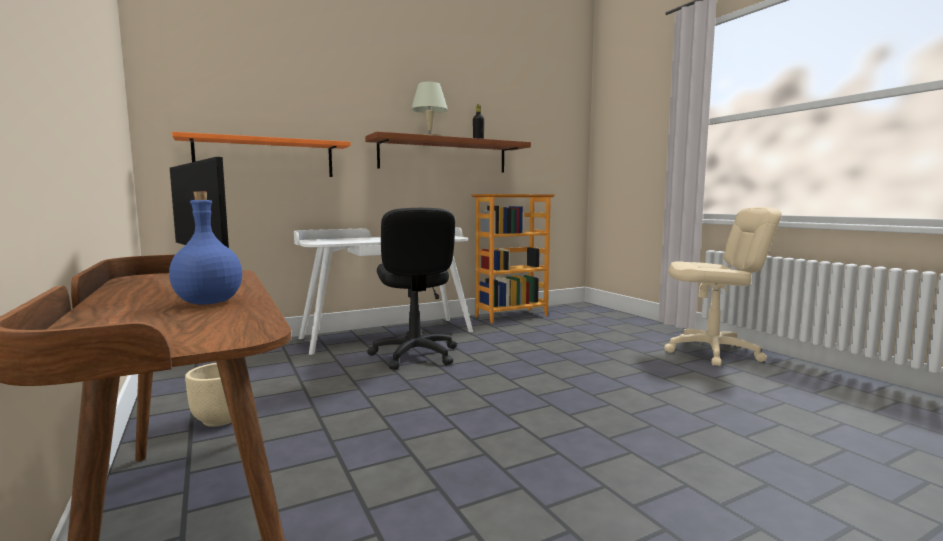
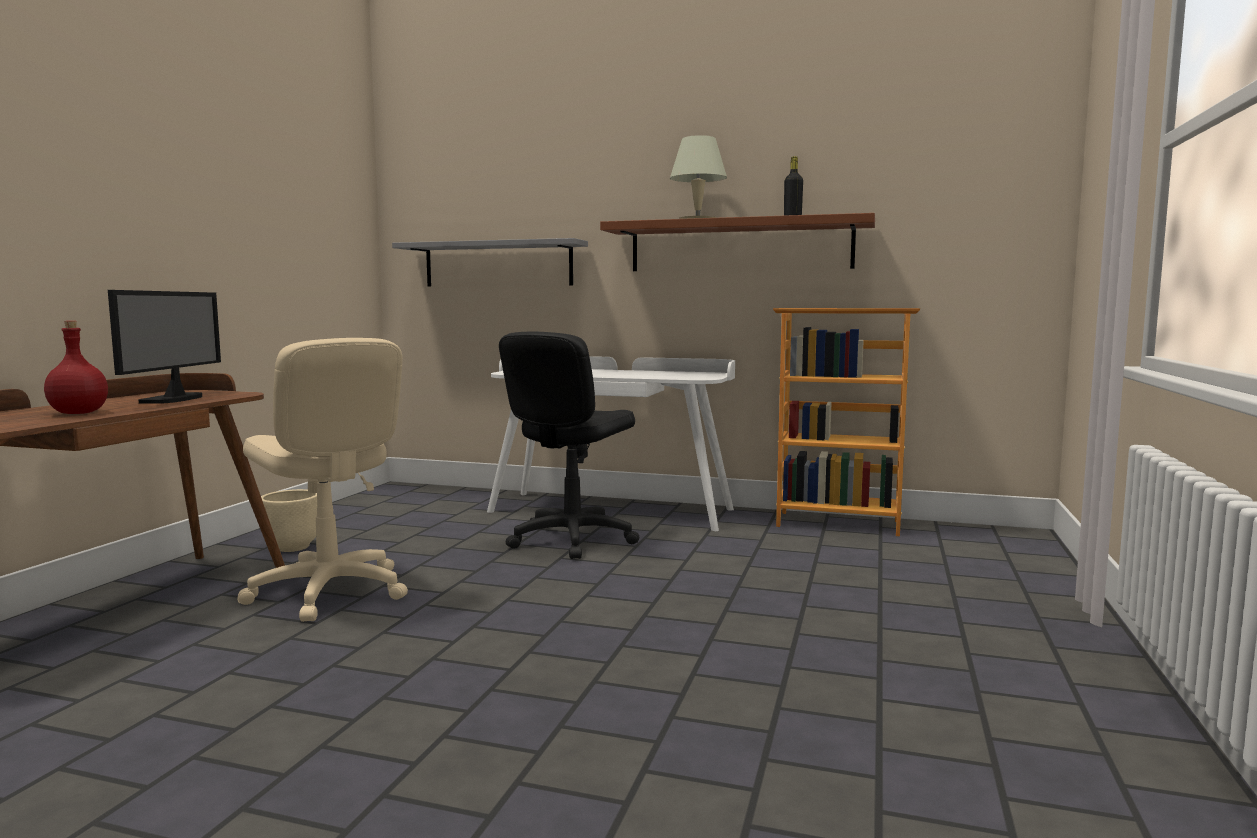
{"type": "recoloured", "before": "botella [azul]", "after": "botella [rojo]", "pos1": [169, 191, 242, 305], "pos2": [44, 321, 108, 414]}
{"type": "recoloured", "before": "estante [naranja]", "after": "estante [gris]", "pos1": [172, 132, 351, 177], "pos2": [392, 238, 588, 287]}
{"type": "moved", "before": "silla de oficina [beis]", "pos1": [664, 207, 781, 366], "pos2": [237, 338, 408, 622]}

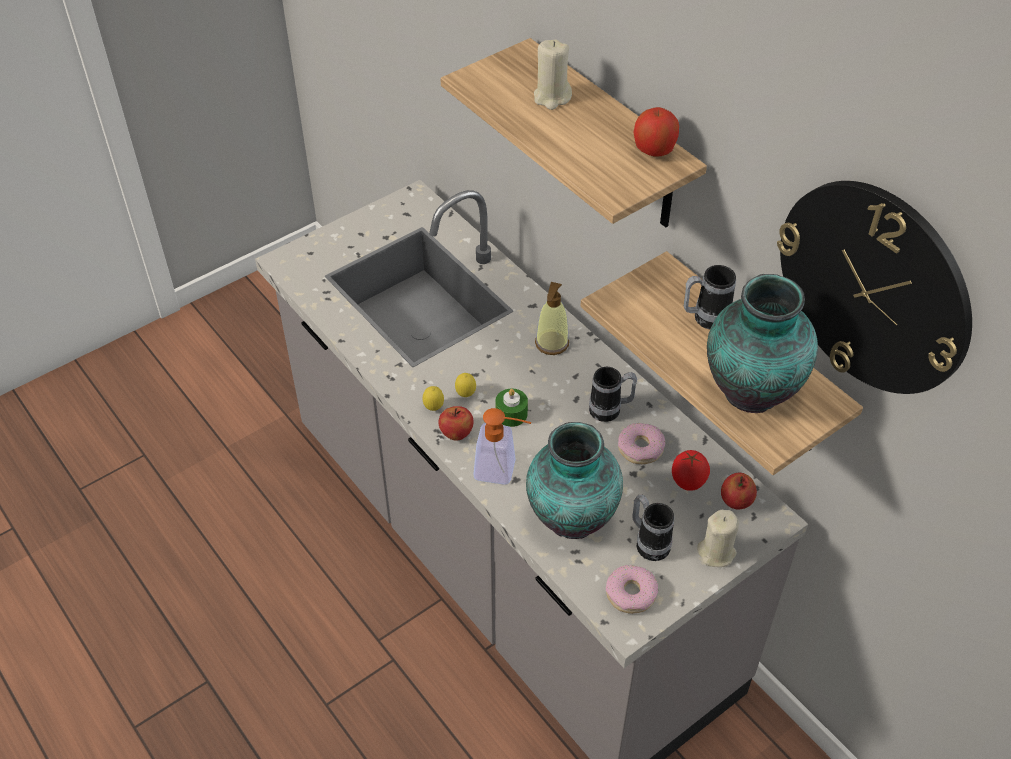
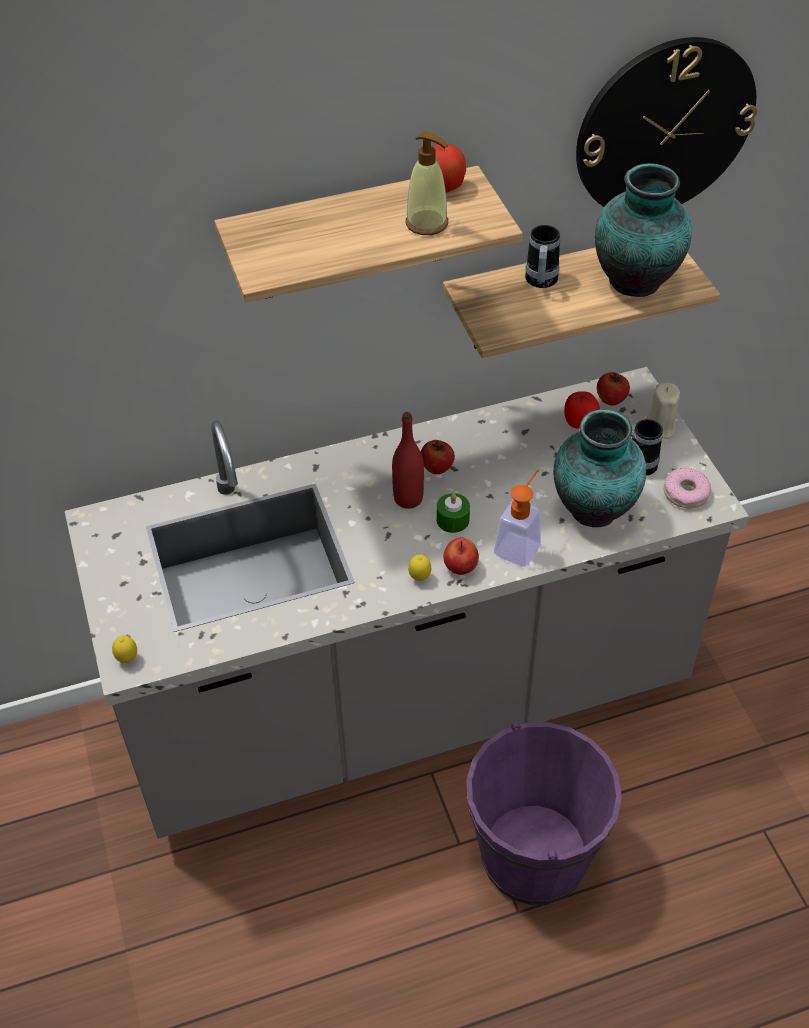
{"type": "moved", "before": "limón", "pos1": [455, 373, 476, 397], "pos2": [112, 636, 137, 663]}
{"type": "removed", "before": "vela [beis]", "pos1": [534, 40, 572, 110]}
{"type": "moved", "before": "dispensador de jabón", "pos1": [535, 282, 569, 355], "pos2": [406, 131, 448, 235]}
{"type": "removed", "before": "taza grande", "pos1": [589, 367, 637, 422]}
{"type": "removed", "before": "rosquilla", "pos1": [618, 423, 665, 464]}
{"type": "added", "after": "botella [rojo]", "pos2": [392, 412, 424, 509]}
{"type": "added", "after": "manzana", "pos2": [421, 440, 455, 474]}
{"type": "added", "after": "cubo [morado]", "pos2": [466, 722, 622, 905]}

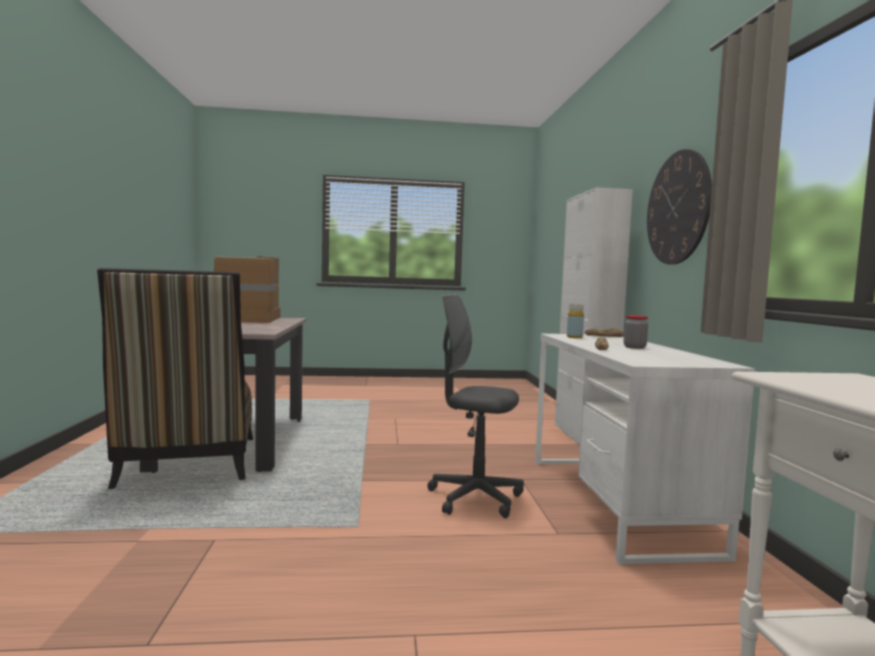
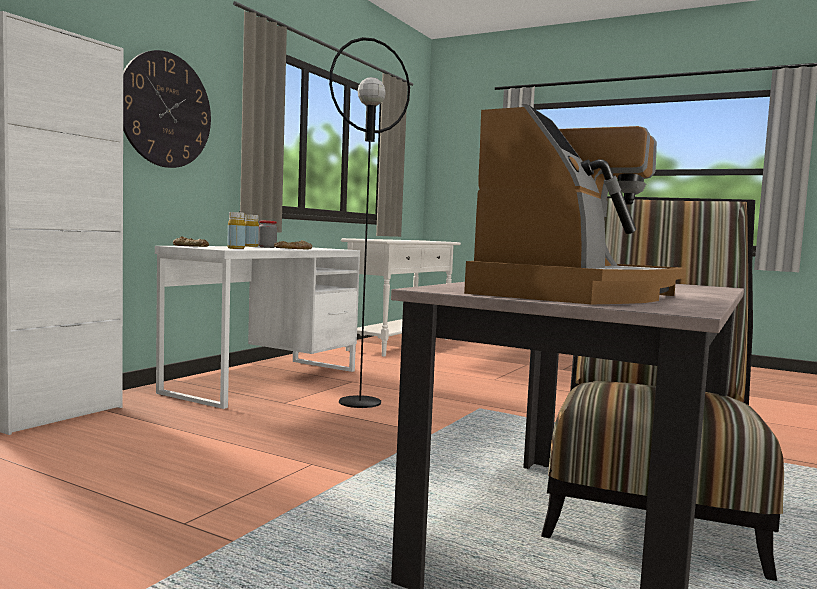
{"type": "replaced", "before": "silla de oficina [gris]", "after": "lámpara de pie [negro]", "pos1": [428, 295, 524, 518], "pos2": [329, 37, 410, 408]}
{"type": "added", "after": "botella [amarillo]", "pos2": [245, 215, 259, 247]}

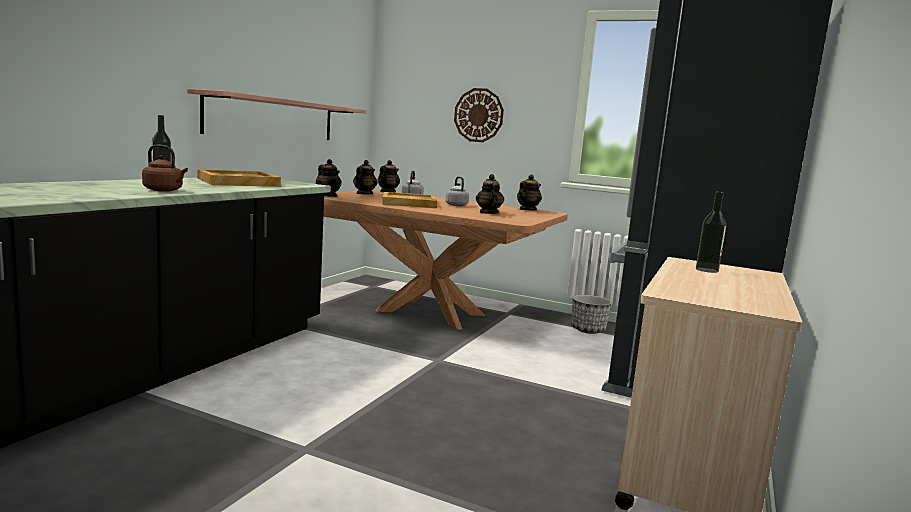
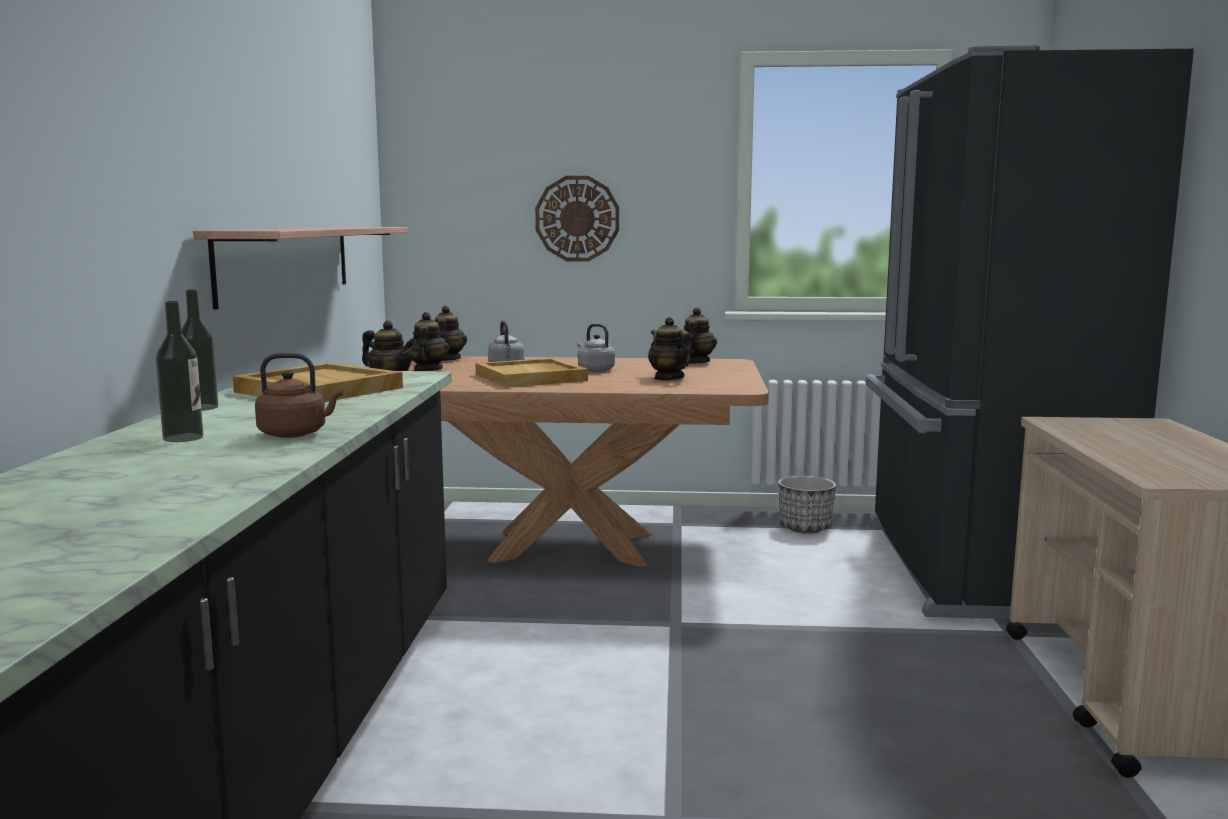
{"type": "moved", "before": "botella", "pos1": [696, 191, 726, 273], "pos2": [156, 301, 203, 442]}

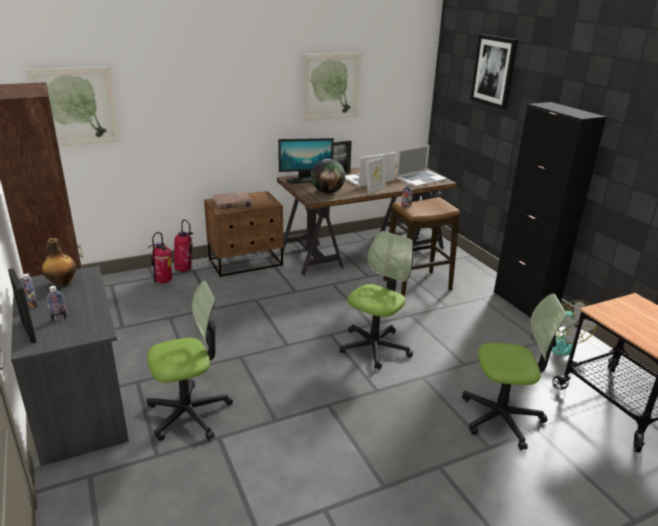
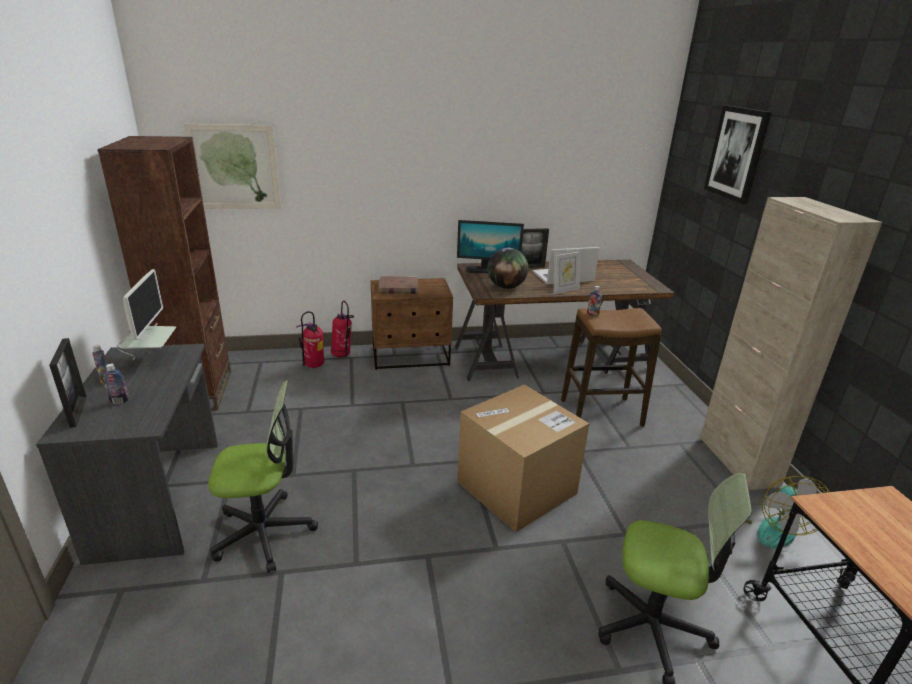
{"type": "replaced", "before": "botella", "after": "monitor", "pos1": [42, 238, 76, 287], "pos2": [117, 269, 176, 360]}
{"type": "removed", "before": "cuadro", "pos1": [302, 53, 362, 121]}
{"type": "replaced", "before": "silla de oficina", "after": "caja de cartón", "pos1": [339, 231, 413, 370], "pos2": [457, 385, 590, 532]}
{"type": "removed", "before": "portátil", "pos1": [396, 145, 447, 187]}
{"type": "recoloured", "before": "armario [negro]", "after": "armario [beis]", "pos1": [494, 102, 606, 318], "pos2": [700, 197, 882, 490]}

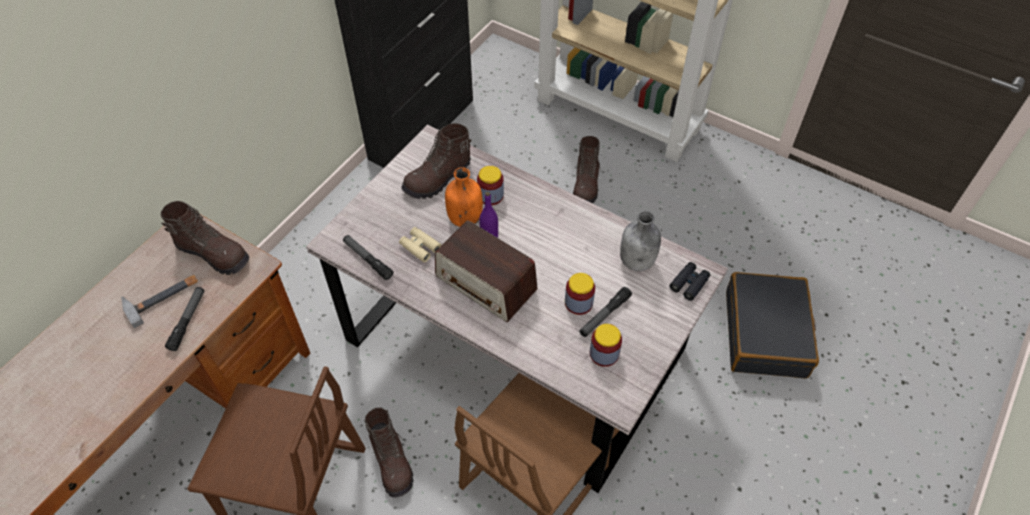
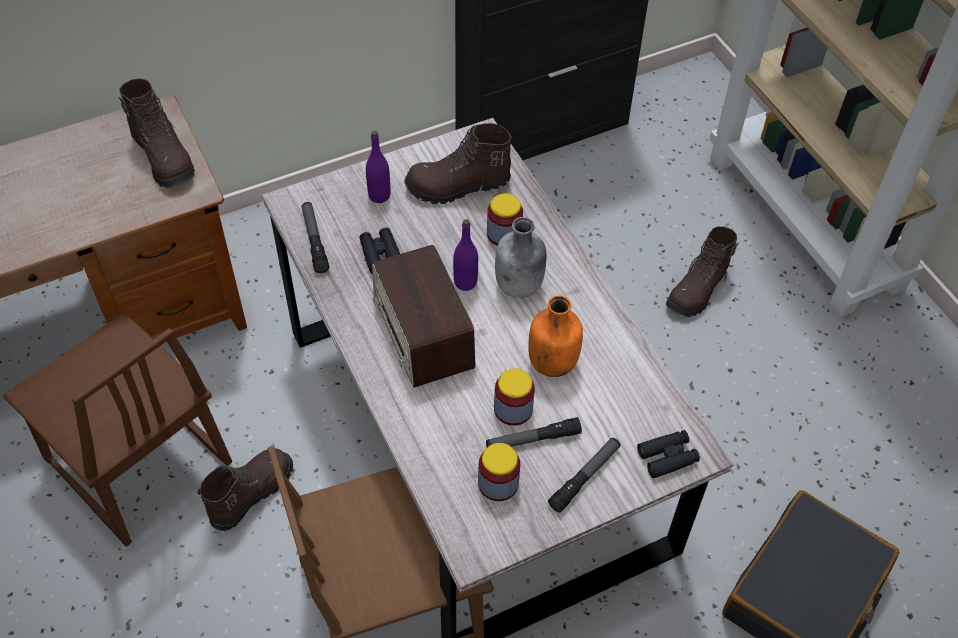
{"type": "removed", "before": "martillo", "pos1": [121, 275, 198, 328]}
{"type": "moved", "before": "linterna", "pos1": [165, 287, 204, 351], "pos2": [548, 438, 620, 513]}
{"type": "turned", "before": "bota [marrón]", "pos1": [364, 408, 413, 498], "pos2": [197, 448, 293, 531], "turn": -150}
{"type": "recoloured", "before": "prismáticos [beis]", "after": "prismáticos [negro]", "pos1": [399, 227, 441, 263], "pos2": [359, 228, 400, 274]}
{"type": "moved", "before": "botella [naranja]", "pos1": [445, 167, 483, 227], "pos2": [528, 296, 583, 377]}
{"type": "moved", "before": "botella [gris]", "pos1": [620, 211, 661, 271], "pos2": [495, 217, 546, 298]}
{"type": "added", "after": "botella [morado]", "pos2": [366, 131, 390, 203]}

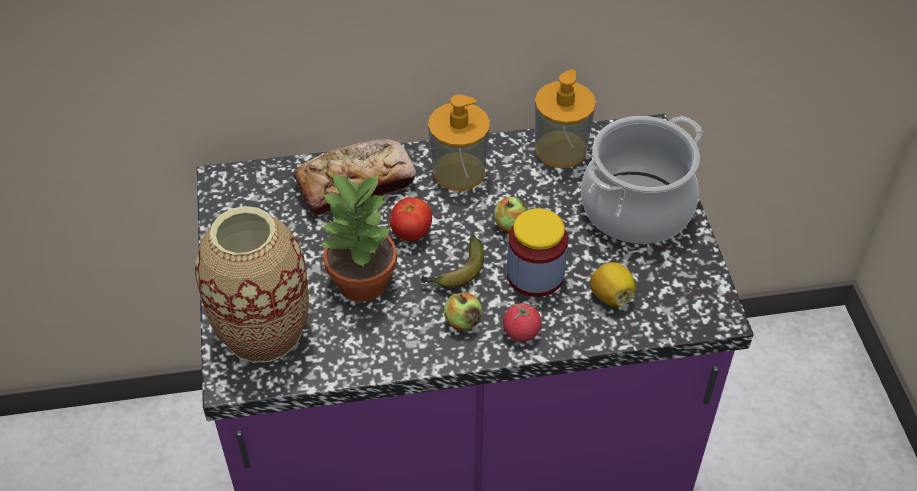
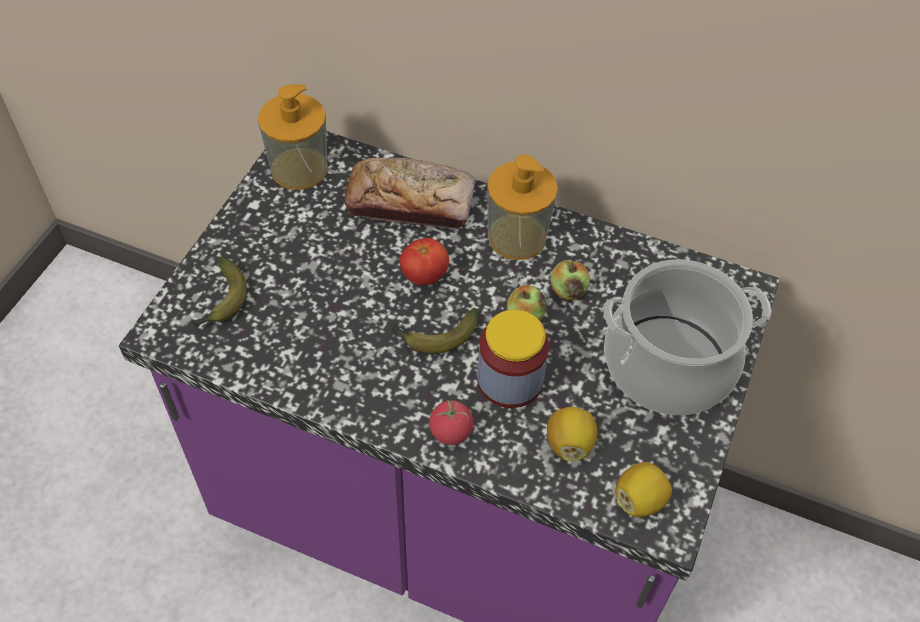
{"type": "replaced", "before": "florero", "after": "plátano", "pos1": [195, 206, 309, 363], "pos2": [192, 257, 247, 327]}
{"type": "removed", "before": "planta en maceta", "pos1": [319, 172, 397, 302]}
{"type": "moved", "before": "manzana", "pos1": [444, 292, 482, 330], "pos2": [550, 260, 590, 301]}
{"type": "moved", "before": "dispensador de jabón", "pos1": [535, 69, 596, 168], "pos2": [258, 85, 328, 190]}
{"type": "added", "after": "limón", "pos2": [615, 462, 672, 517]}

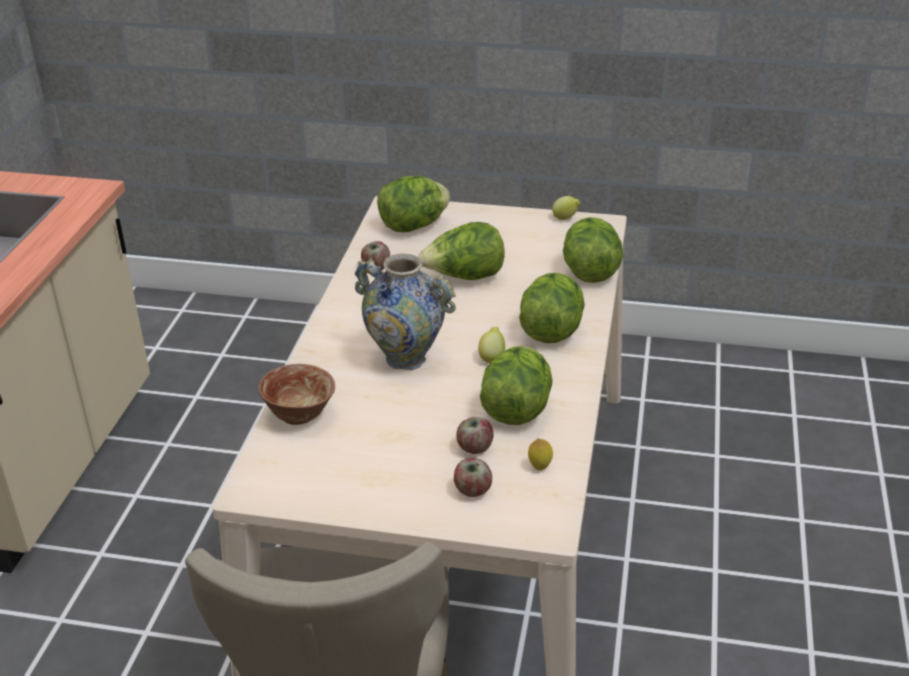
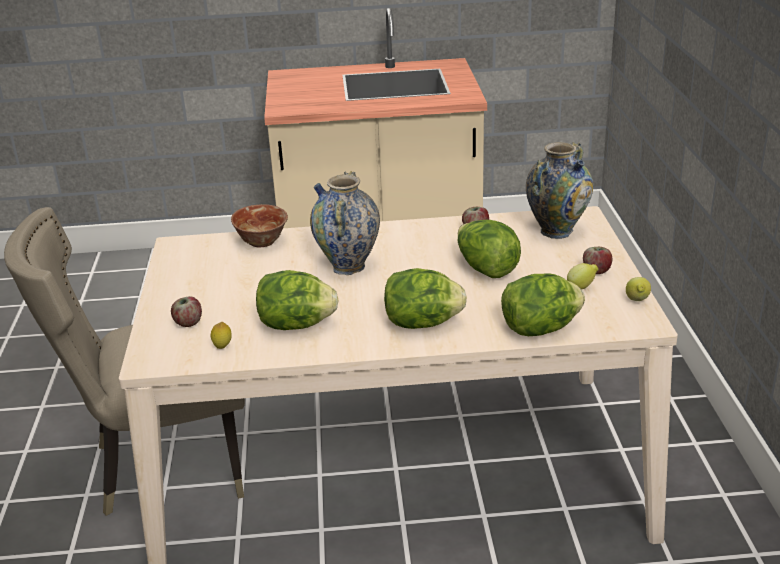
{"type": "replaced", "before": "lechuga", "after": "florero", "pos1": [377, 176, 450, 232], "pos2": [526, 142, 593, 239]}
{"type": "moved", "before": "manzana", "pos1": [456, 417, 494, 454], "pos2": [583, 247, 612, 274]}
{"type": "moved", "before": "limón", "pos1": [478, 327, 505, 364], "pos2": [567, 263, 598, 289]}

